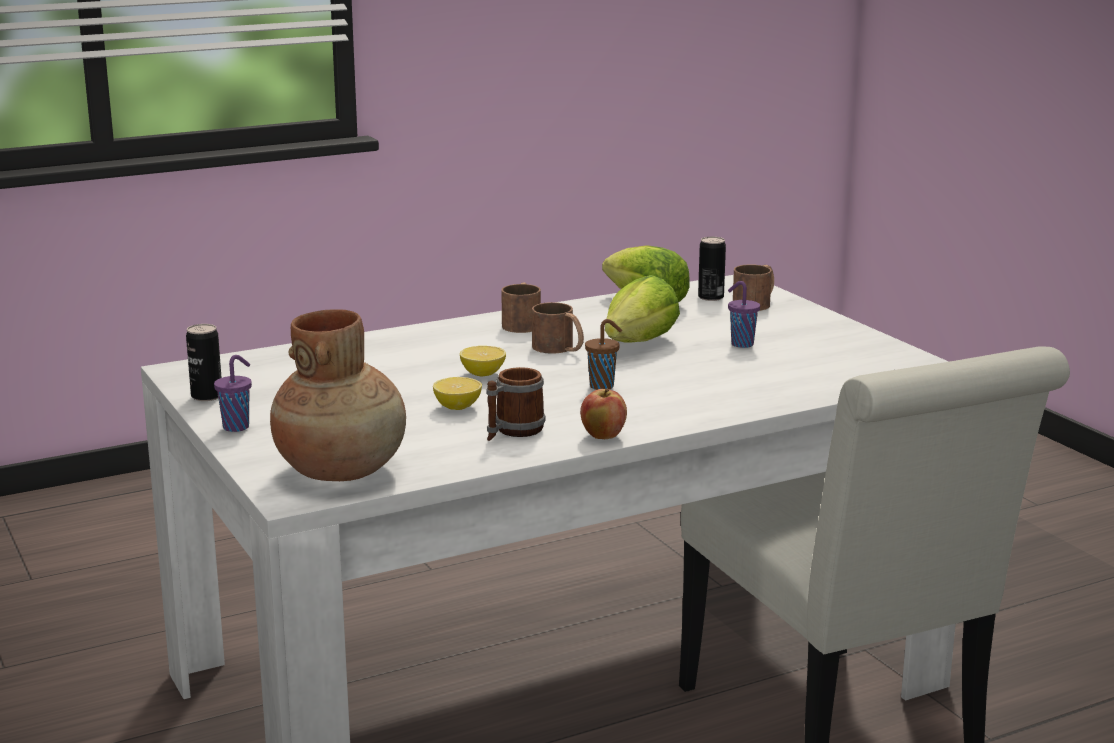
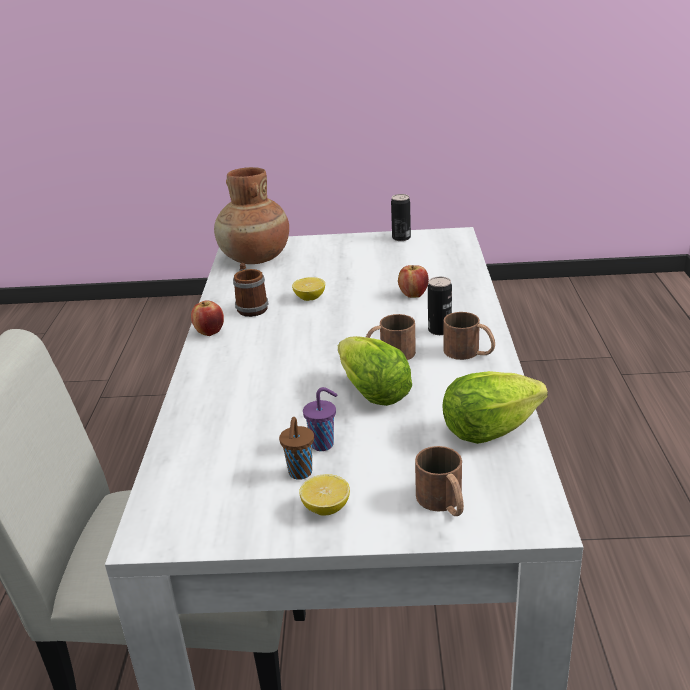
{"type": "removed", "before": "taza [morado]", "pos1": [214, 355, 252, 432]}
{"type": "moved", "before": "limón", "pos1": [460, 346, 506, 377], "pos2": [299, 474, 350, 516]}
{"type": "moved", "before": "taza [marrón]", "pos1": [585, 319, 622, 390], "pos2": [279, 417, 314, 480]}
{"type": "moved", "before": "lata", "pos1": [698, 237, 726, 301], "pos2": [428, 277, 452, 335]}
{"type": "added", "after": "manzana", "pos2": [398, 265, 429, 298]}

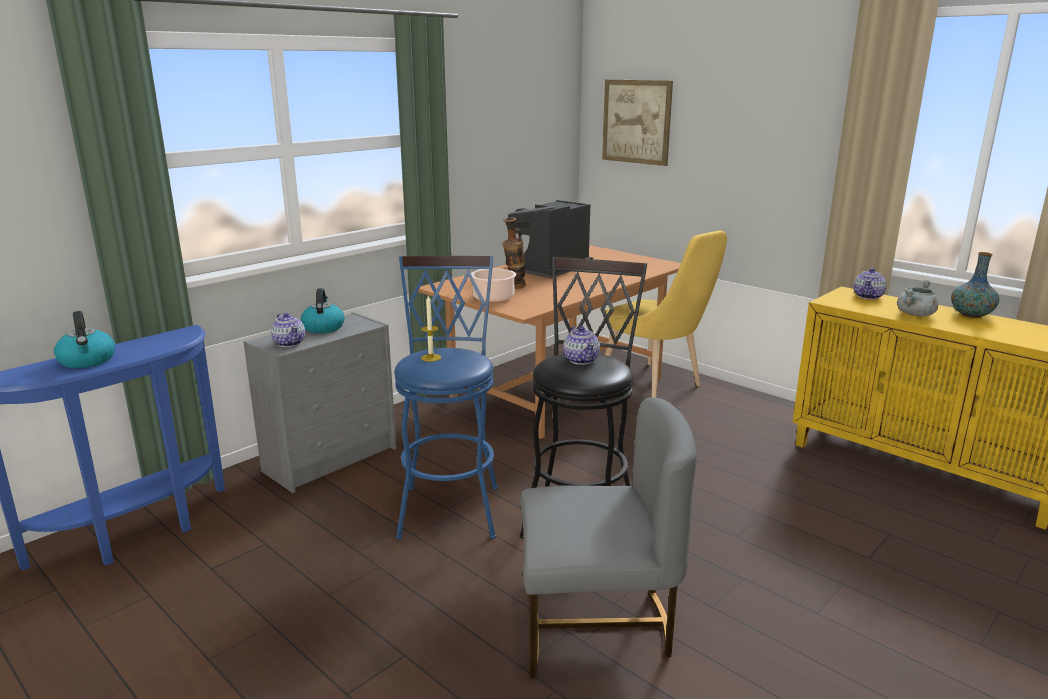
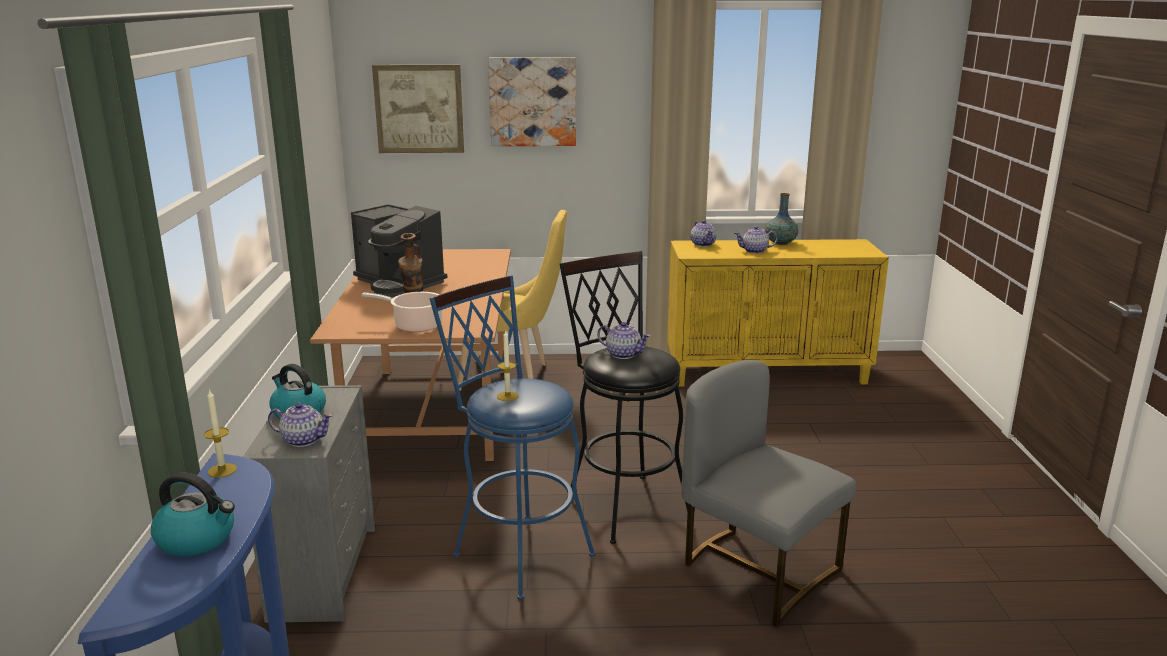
{"type": "turned", "before": "cafetera", "pos1": [506, 200, 593, 278], "pos2": [351, 204, 447, 297], "turn": -45}
{"type": "turned", "before": "silla [gris]", "pos1": [520, 397, 697, 678], "pos2": [681, 360, 856, 627], "turn": -90}
{"type": "replaced", "before": "olla [gris]", "after": "tetera", "pos1": [897, 280, 938, 317], "pos2": [735, 226, 778, 254]}
{"type": "added", "after": "vela", "pos2": [204, 389, 237, 478]}
{"type": "added", "after": "cuadro", "pos2": [488, 57, 576, 146]}

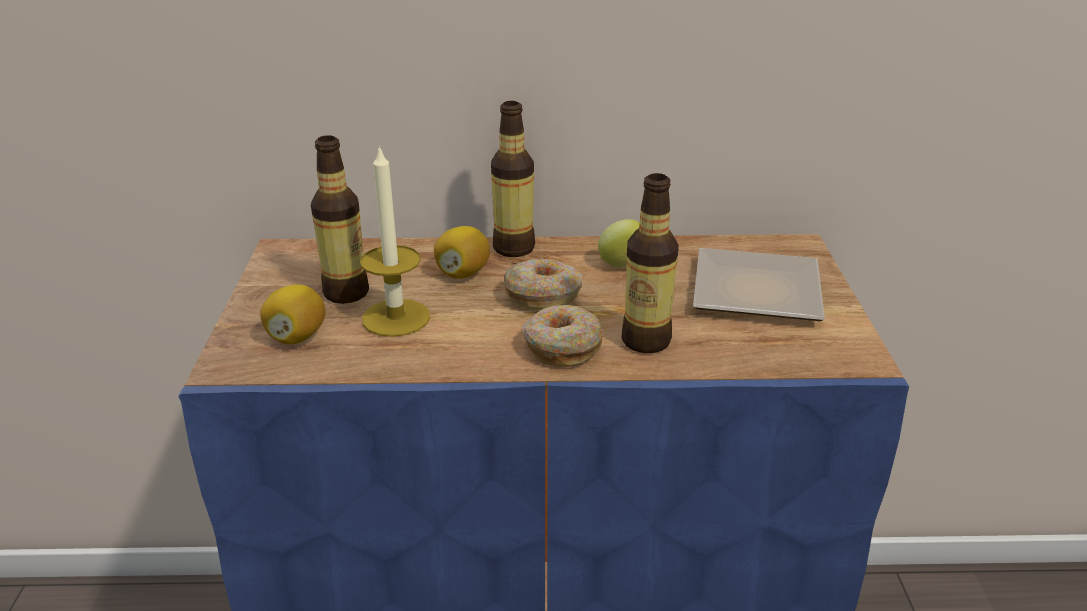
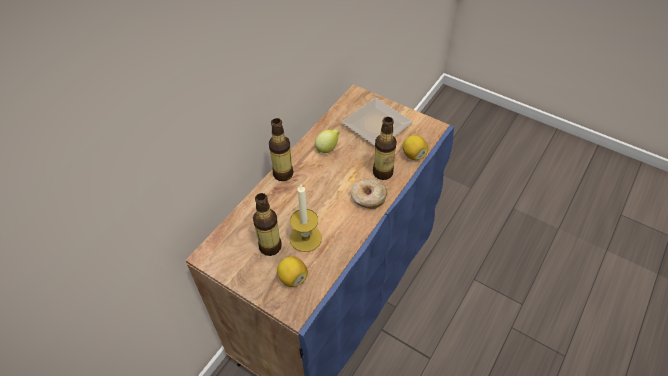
{"type": "moved", "before": "limón", "pos1": [434, 226, 490, 279], "pos2": [402, 135, 428, 160]}
{"type": "removed", "before": "rosquilla", "pos1": [504, 259, 582, 310]}

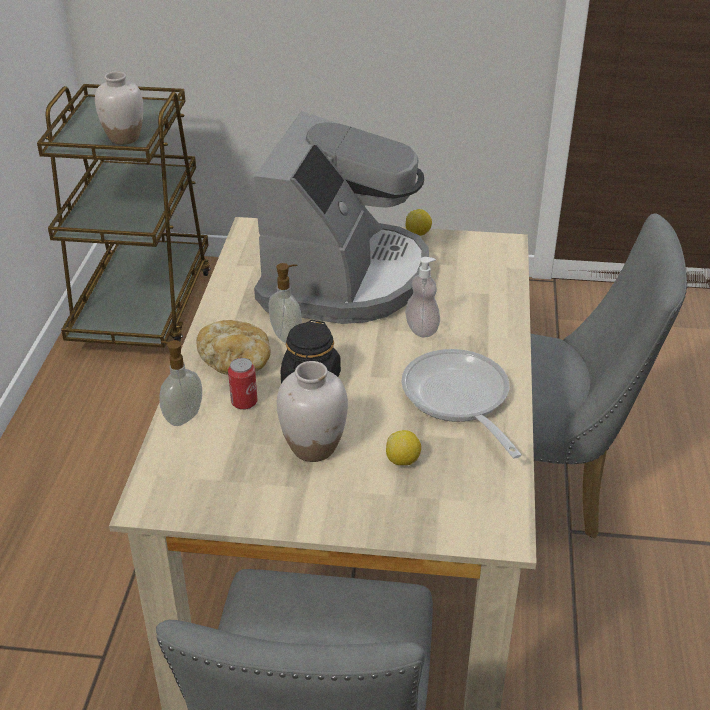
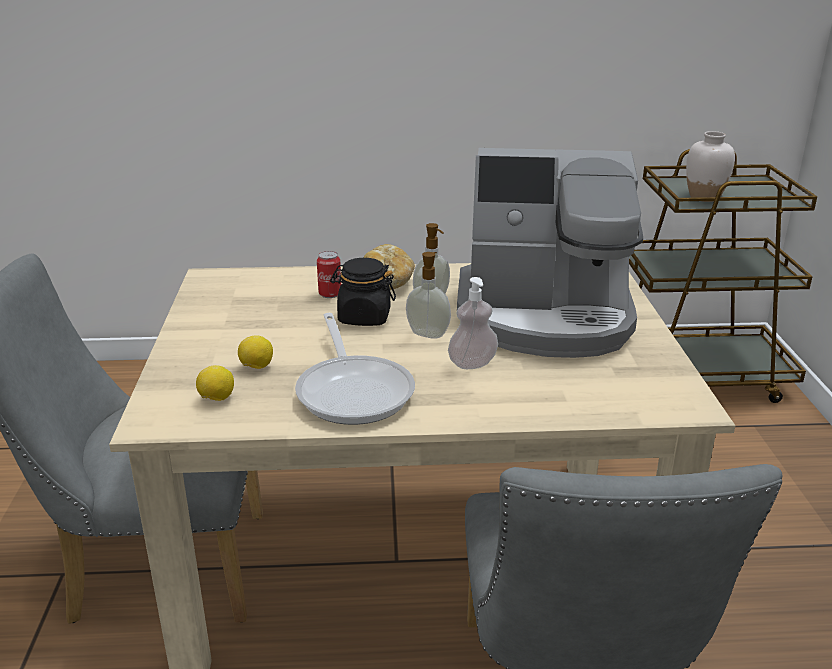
{"type": "moved", "before": "dispensador de jabón", "pos1": [159, 340, 202, 426], "pos2": [406, 252, 451, 339]}
{"type": "removed", "before": "florero [blanco]", "pos1": [277, 361, 348, 462]}
{"type": "turned", "before": "sartén", "pos1": [401, 349, 522, 458], "pos2": [295, 313, 415, 425], "turn": 105}
{"type": "moved", "before": "limón", "pos1": [405, 209, 432, 236], "pos2": [196, 365, 234, 401]}

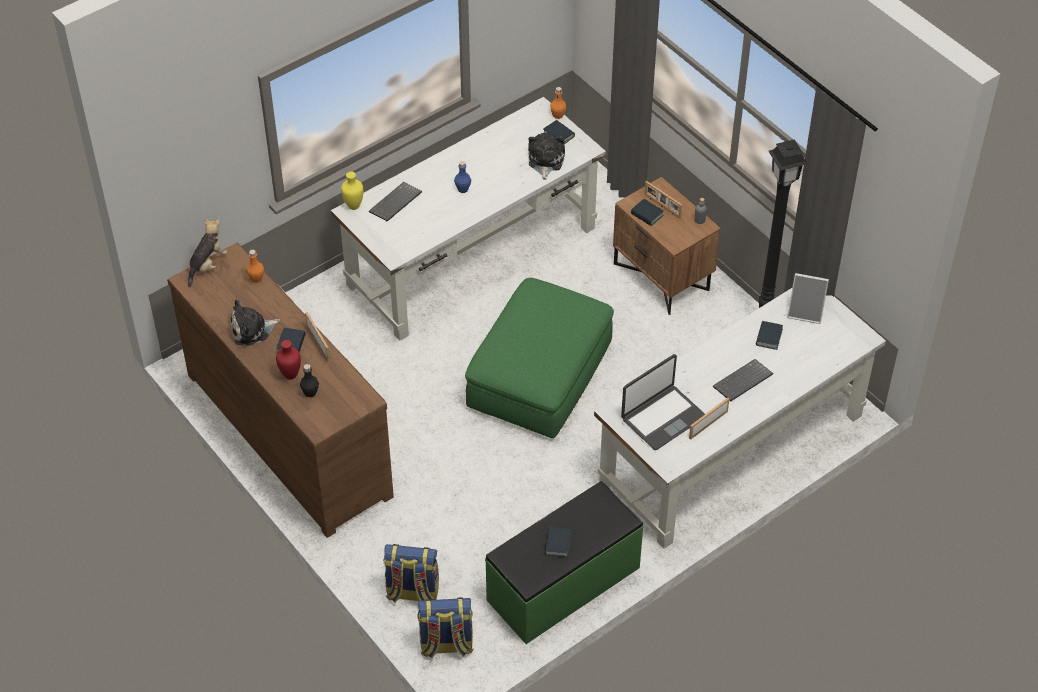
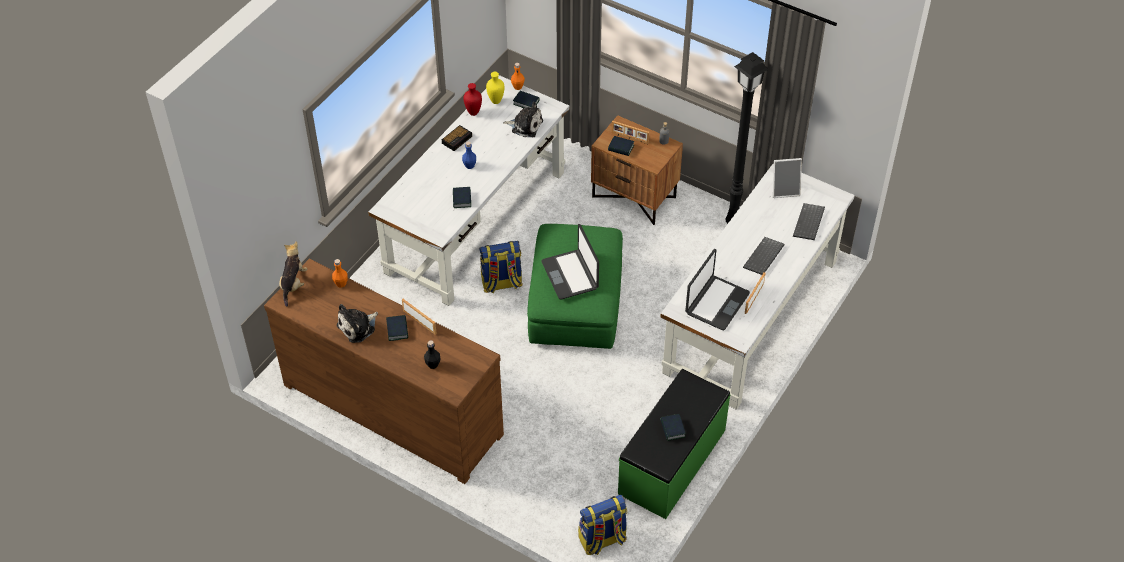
{"type": "moved", "before": "florero [rojo]", "pos1": [276, 340, 301, 380], "pos2": [464, 83, 482, 116]}
{"type": "moved", "before": "florero [amarillo]", "pos1": [341, 172, 363, 210], "pos2": [486, 72, 504, 104]}
{"type": "moved", "before": "teclado", "pos1": [369, 182, 422, 221], "pos2": [793, 203, 825, 240]}
{"type": "moved", "before": "mochila", "pos1": [384, 544, 439, 603], "pos2": [479, 241, 523, 293]}
{"type": "turned", "before": "peluche", "pos1": [528, 133, 565, 180], "pos2": [503, 102, 543, 137], "turn": 120}
{"type": "moved", "before": "libro", "pos1": [756, 321, 783, 350], "pos2": [453, 187, 471, 208]}
{"type": "added", "after": "despertador", "pos2": [442, 125, 472, 151]}
{"type": "added", "after": "portátil", "pos2": [541, 224, 599, 300]}

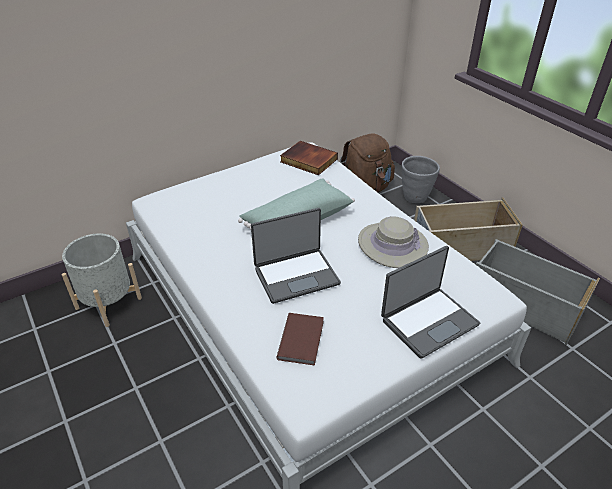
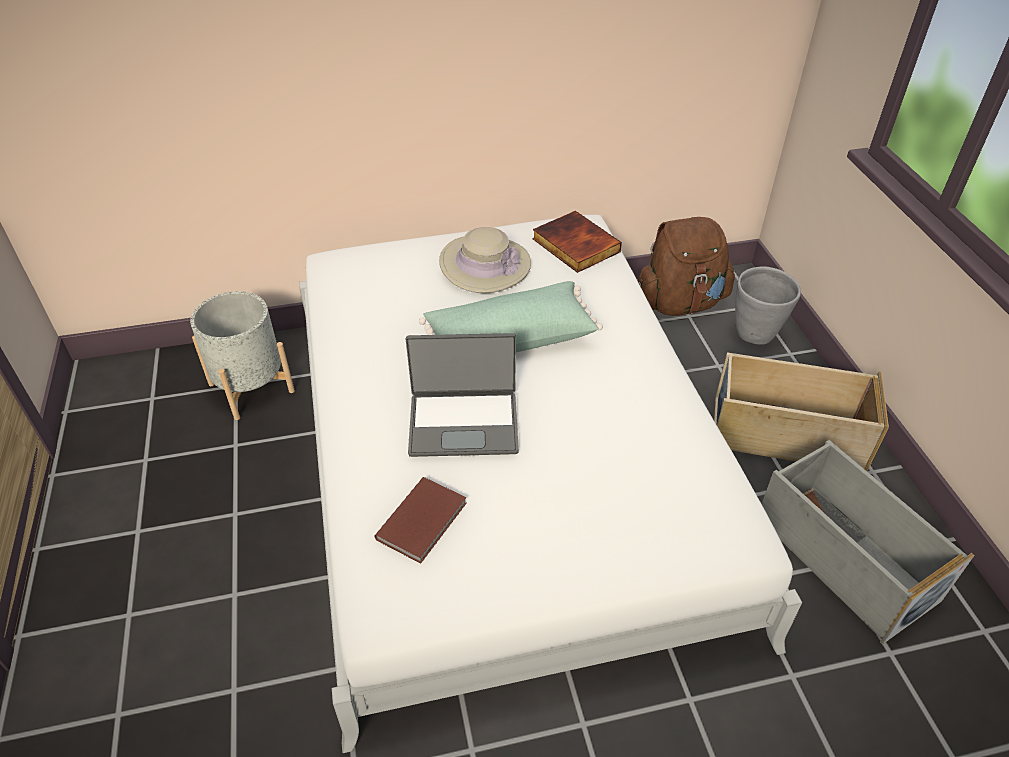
{"type": "moved", "before": "sombrero [beis]", "pos1": [358, 216, 429, 268], "pos2": [439, 227, 531, 293]}
{"type": "removed", "before": "portátil", "pos1": [381, 246, 480, 359]}

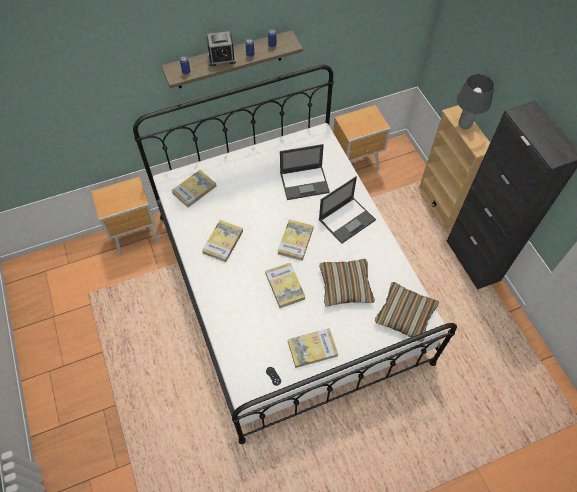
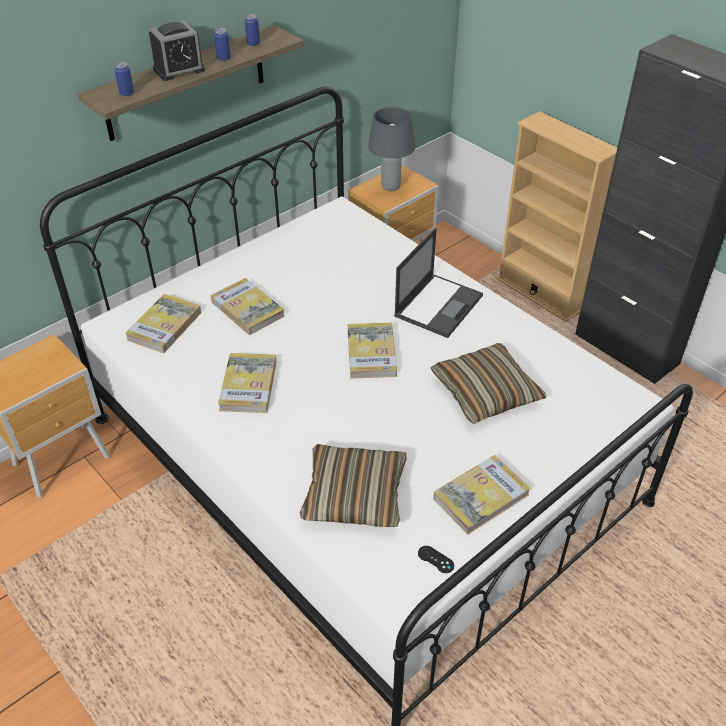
{"type": "moved", "before": "libro", "pos1": [265, 263, 305, 308], "pos2": [211, 278, 285, 335]}
{"type": "removed", "before": "portátil", "pos1": [280, 144, 330, 200]}
{"type": "moved", "before": "cojín", "pos1": [375, 282, 439, 342], "pos2": [300, 444, 406, 527]}
{"type": "moved", "before": "lámpara de mesa [gris]", "pos1": [457, 74, 495, 129], "pos2": [368, 107, 416, 191]}

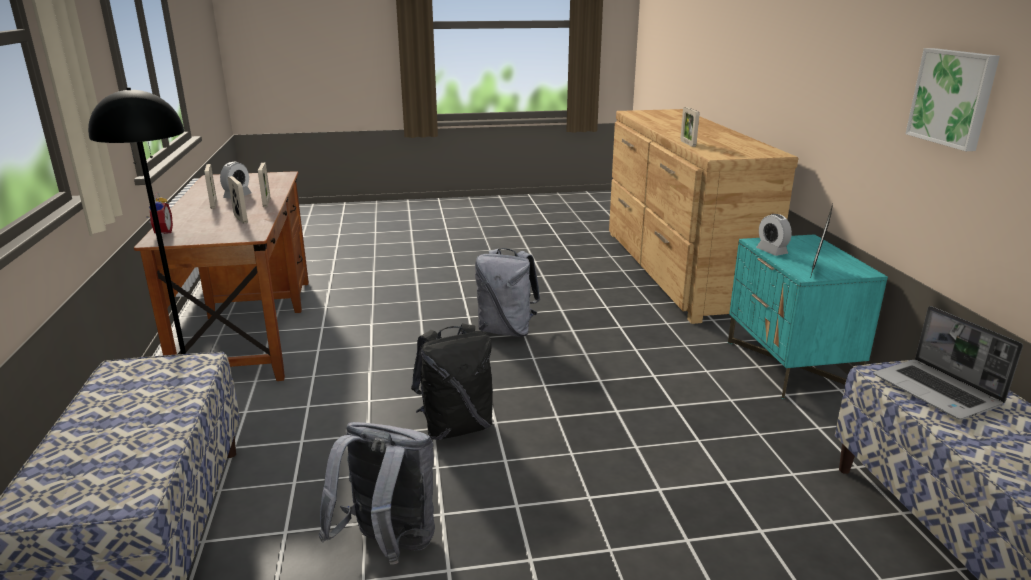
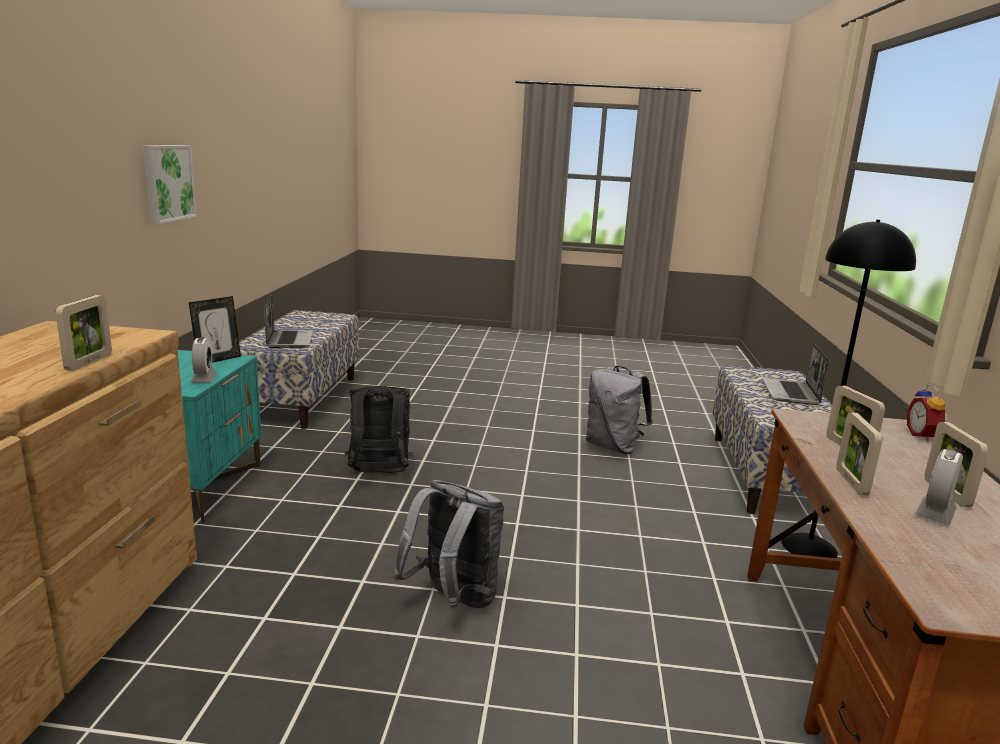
{"type": "moved", "before": "mochila [negro]", "pos1": [411, 323, 493, 440], "pos2": [344, 386, 413, 473]}
{"type": "added", "after": "portátil", "pos2": [762, 343, 829, 405]}

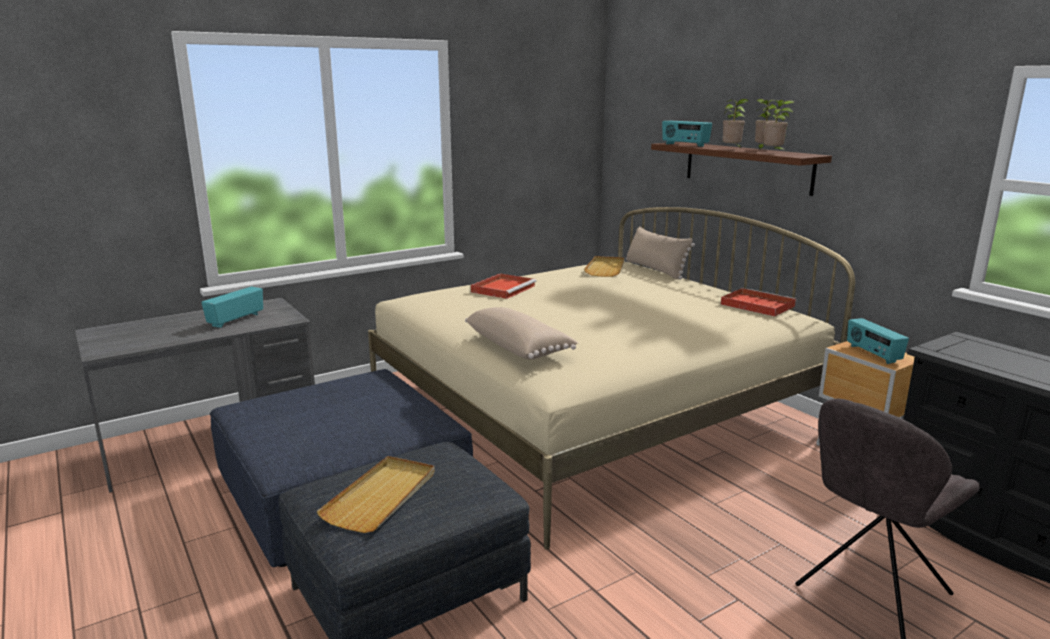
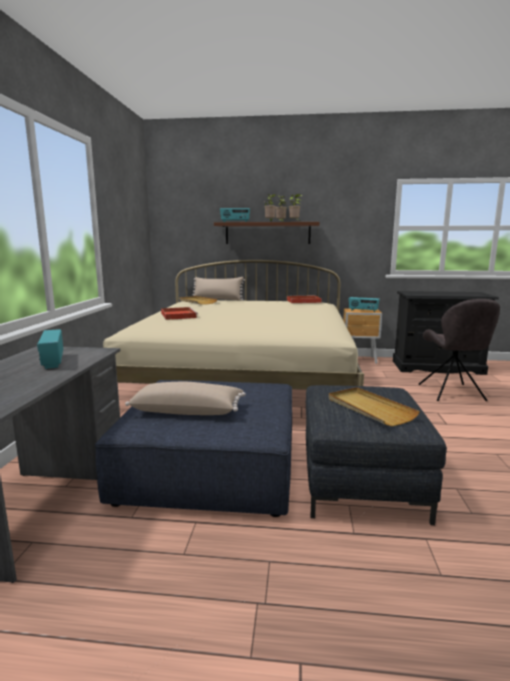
{"type": "moved", "before": "cojín [beis]", "pos1": [465, 307, 578, 360], "pos2": [125, 382, 246, 415]}

